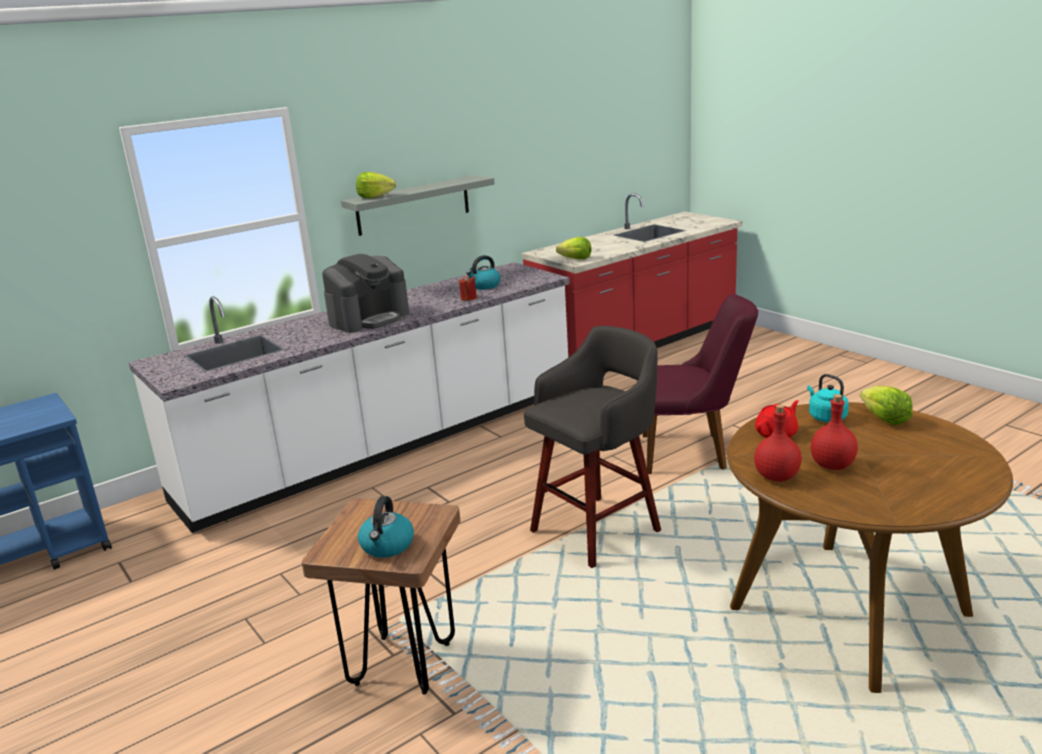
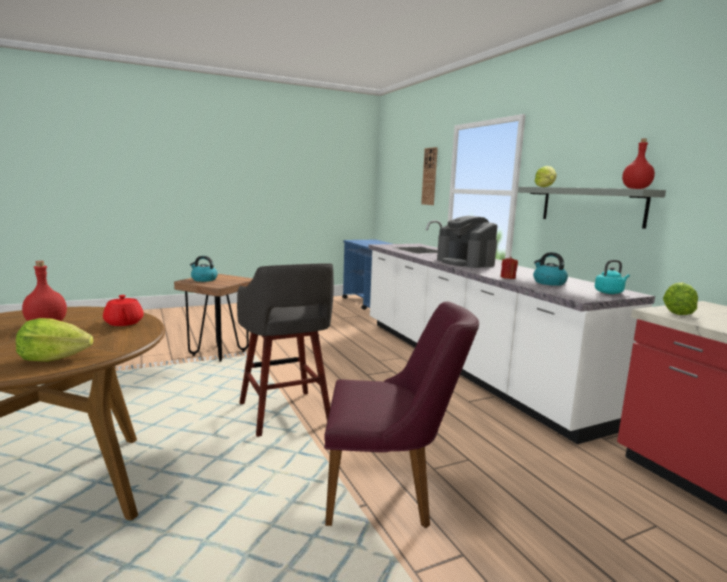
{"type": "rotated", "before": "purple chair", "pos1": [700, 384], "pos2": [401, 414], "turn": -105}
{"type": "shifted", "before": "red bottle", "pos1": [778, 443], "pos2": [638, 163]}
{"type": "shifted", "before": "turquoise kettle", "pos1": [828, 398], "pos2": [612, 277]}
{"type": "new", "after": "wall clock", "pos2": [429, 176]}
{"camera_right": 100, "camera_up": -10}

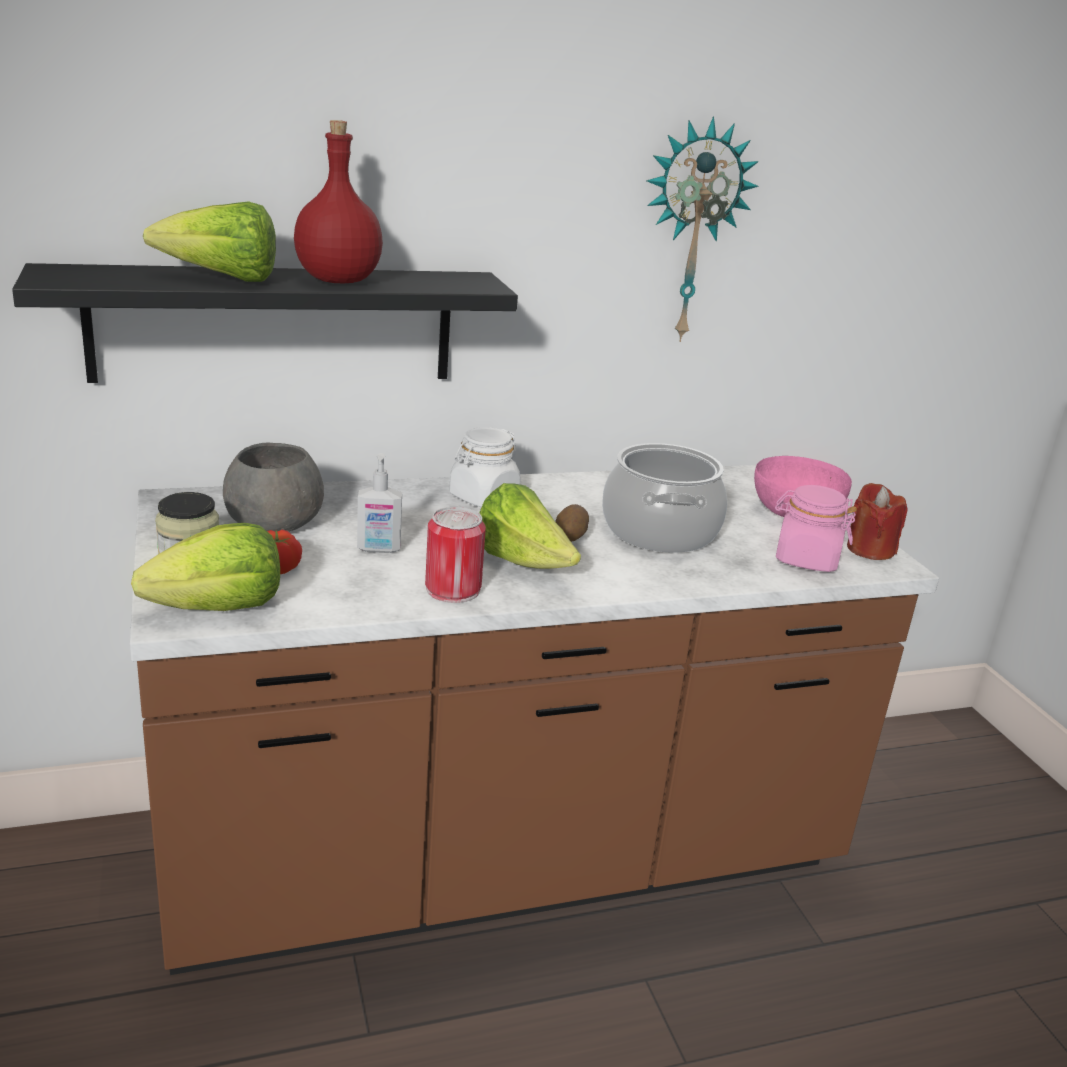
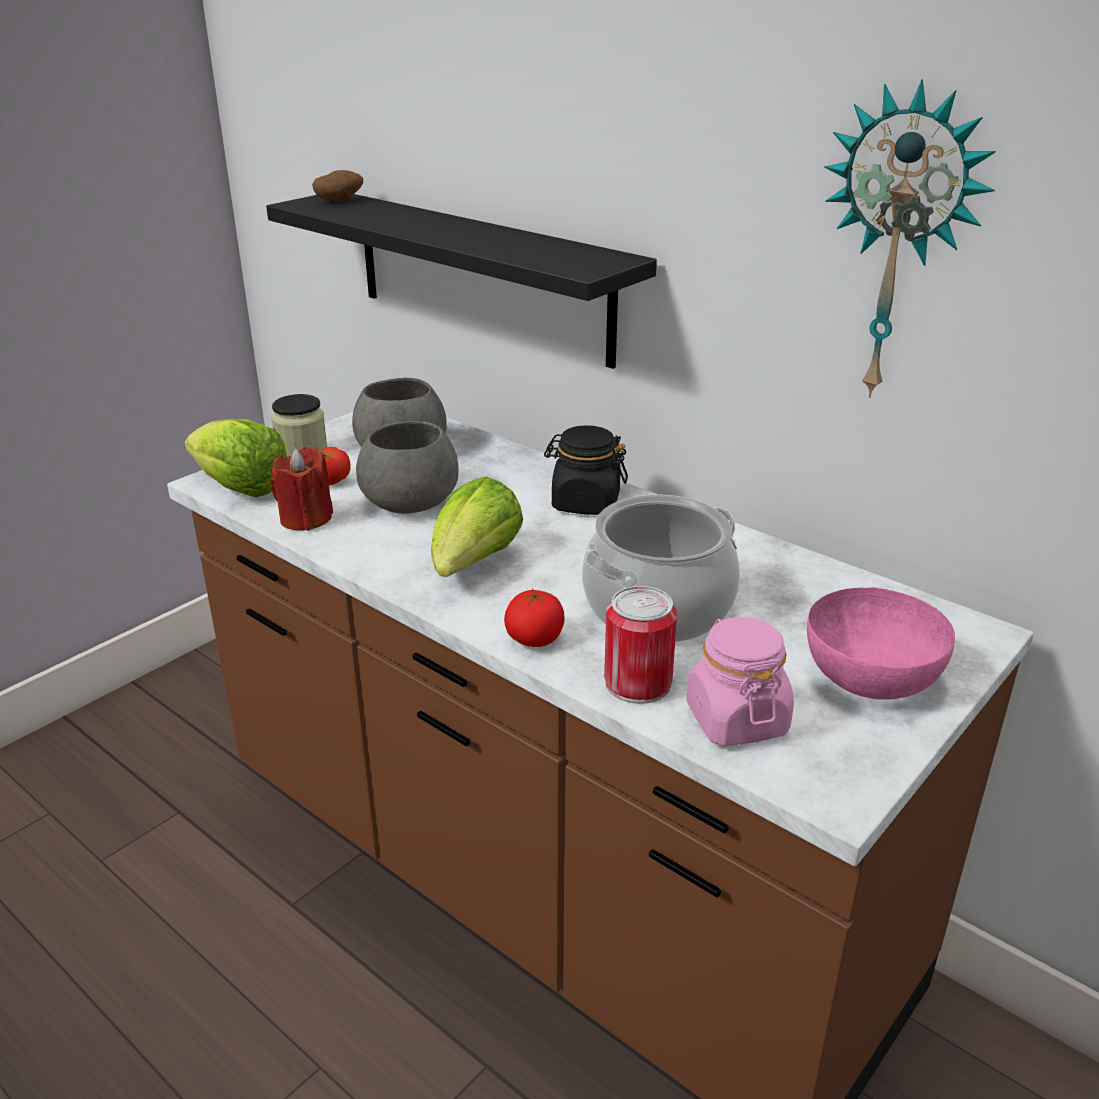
{"type": "gone", "before": "lettuce", "pos1": [209, 241]}
{"type": "gone", "before": "red bottle", "pos1": [338, 201]}
{"type": "swapped", "before": "soap dispenser", "after": "grey bowl", "pos1": [379, 503], "pos2": [407, 467]}
{"type": "shifted", "before": "can", "pos1": [455, 555], "pos2": [640, 645]}
{"type": "repainted", "before": "white jar", "after": "black jar", "pos1": [485, 467], "pos2": [586, 470]}
{"type": "shifted", "before": "potato", "pos1": [572, 523], "pos2": [337, 185]}
{"type": "shifted", "before": "red candle", "pos1": [877, 521], "pos2": [301, 488]}
{"type": "new", "after": "tomato", "pos2": [534, 618]}
{"camera_right": 60, "camera_up": 5}

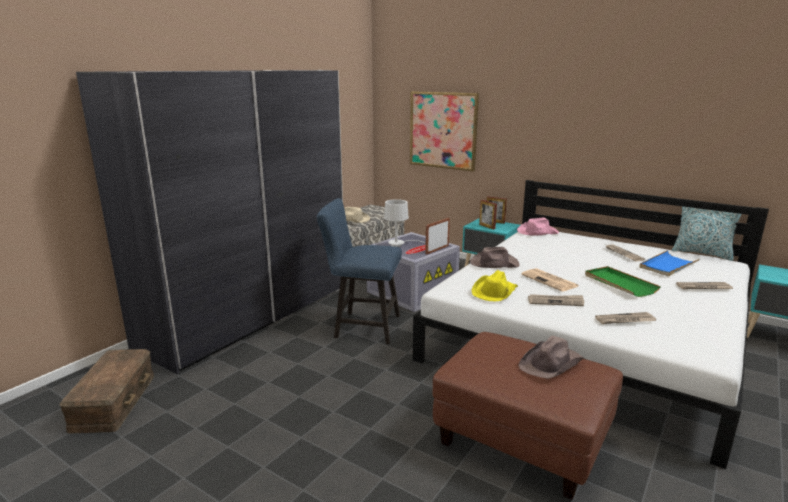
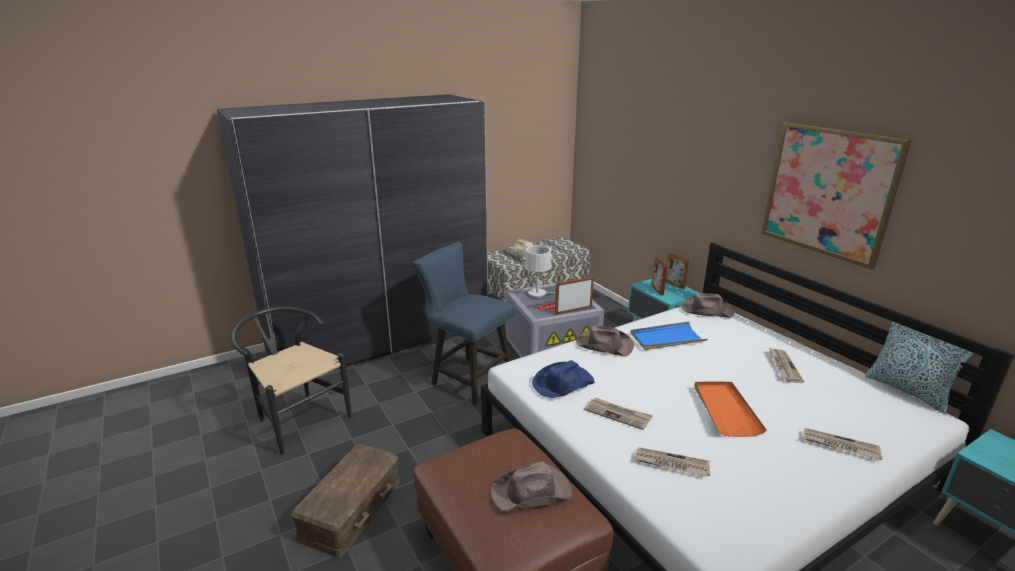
{"type": "shifted", "before": "brown storage box", "pos1": [107, 391], "pos2": [345, 500]}
{"type": "shifted", "before": "picture", "pos1": [444, 131], "pos2": [836, 195]}
{"type": "repainted", "before": "yellow hat", "after": "blue hat", "pos1": [495, 285], "pos2": [563, 379]}
{"type": "repainted", "before": "pink hat", "after": "brown hat", "pos1": [538, 226], "pos2": [707, 305]}
{"type": "gone", "before": "newspaper", "pos1": [549, 280]}
{"type": "repainted", "before": "green tray", "after": "orange tray", "pos1": [623, 281], "pos2": [730, 409]}
{"type": "shifted", "before": "blue tray", "pos1": [669, 263], "pos2": [669, 335]}
{"type": "new", "after": "black chair", "pos2": [292, 381]}
{"camera_right": 25, "camera_up": 5}

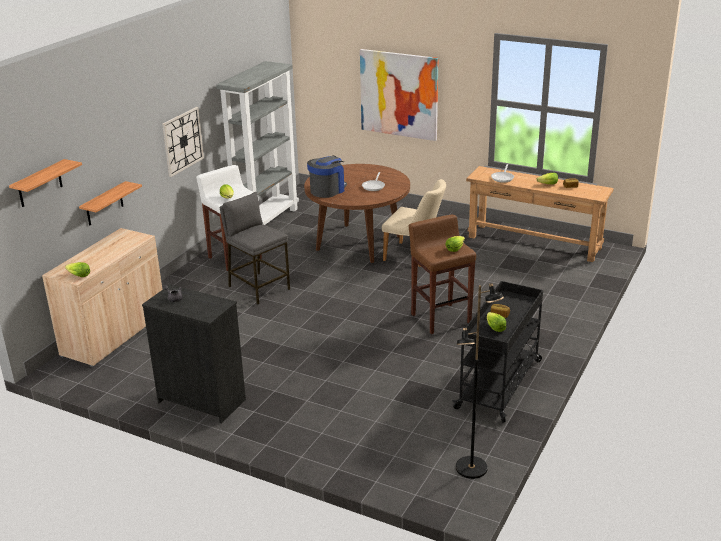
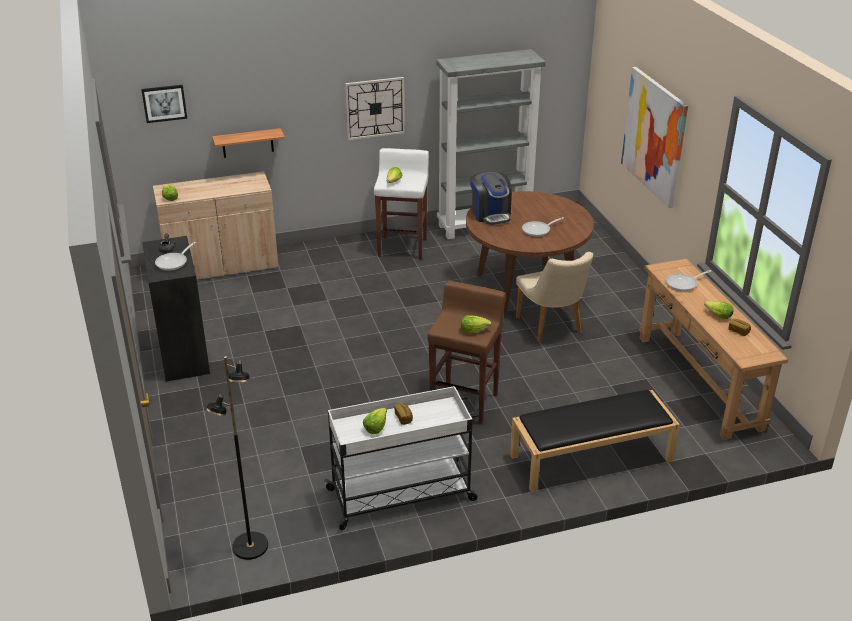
{"type": "swapped", "before": "shelf", "after": "picture", "pos1": [45, 183], "pos2": [164, 104]}
{"type": "gone", "before": "grey stool", "pos1": [255, 248]}
{"type": "rotated", "before": "coffee machine", "pos1": [327, 176], "pos2": [491, 198], "turn": 75}
{"type": "repainted", "before": "black cart", "after": "white cart", "pos1": [497, 352], "pos2": [401, 458]}
{"type": "new", "after": "frying pan", "pos2": [175, 256]}
{"type": "new", "after": "black bench", "pos2": [595, 441]}
{"camera_right": 45, "camera_up": 5}

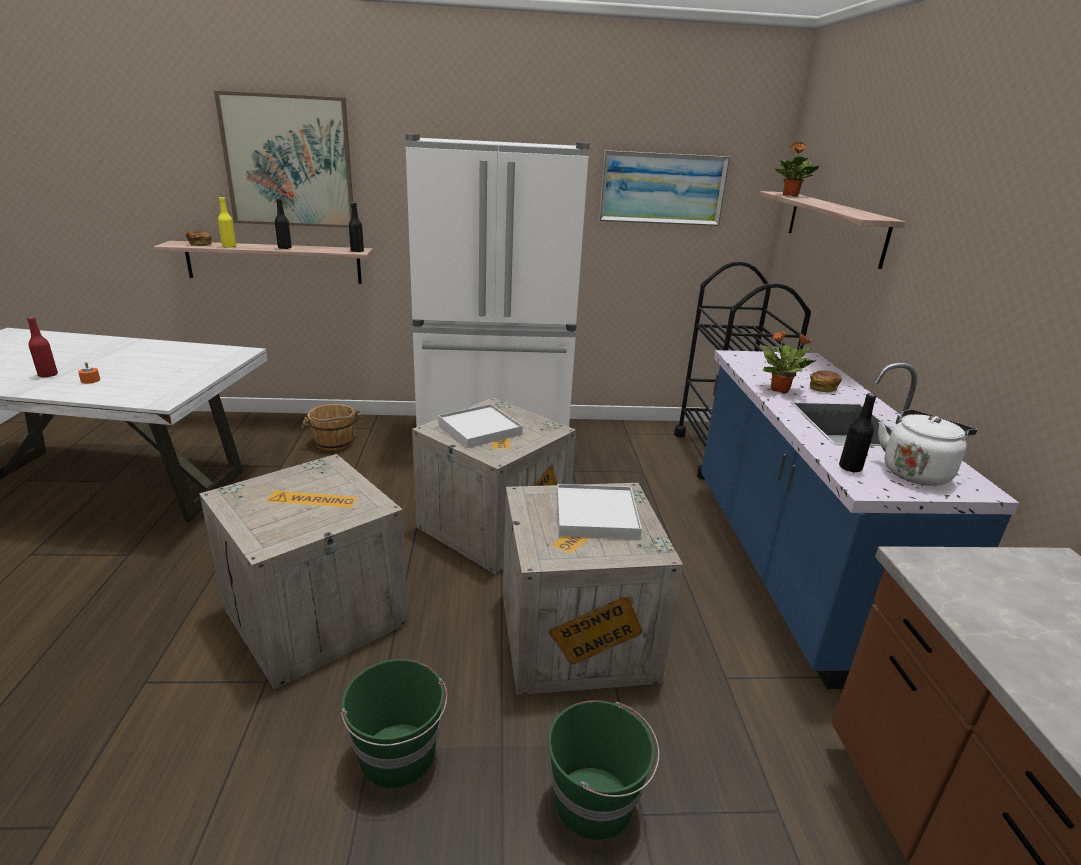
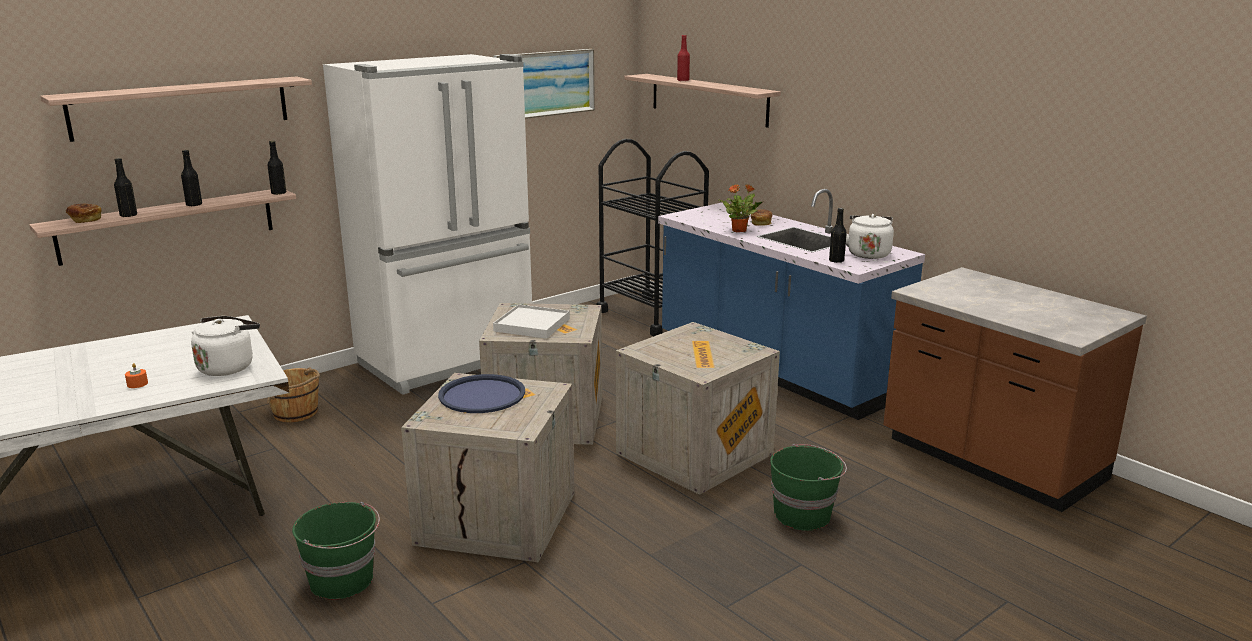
{"type": "shifted", "before": "red bottle", "pos1": [42, 347], "pos2": [683, 58]}
{"type": "swapped", "before": "picture", "after": "shelf", "pos1": [283, 159], "pos2": [176, 109]}
{"type": "repainted", "before": "yellow bottle", "after": "black bottle", "pos1": [227, 222], "pos2": [125, 187]}
{"type": "shifted", "before": "green bucket", "pos1": [394, 724], "pos2": [336, 550]}
{"type": "gone", "before": "white tray", "pos1": [599, 511]}
{"type": "gone", "before": "potted plant", "pos1": [797, 169]}
{"type": "new", "after": "white kettle", "pos2": [225, 346]}
{"type": "new", "after": "blue tray", "pos2": [481, 393]}
{"camera_right": -35, "camera_up": -5}

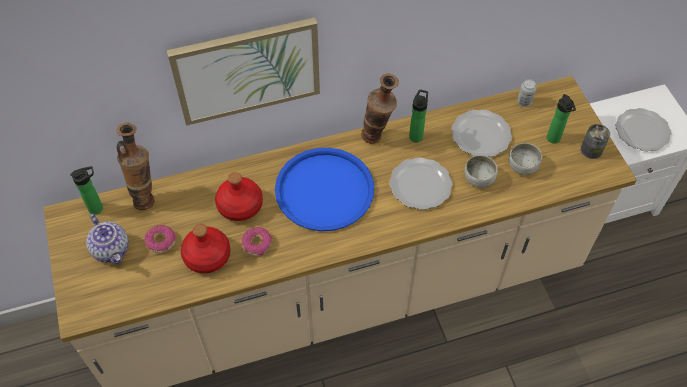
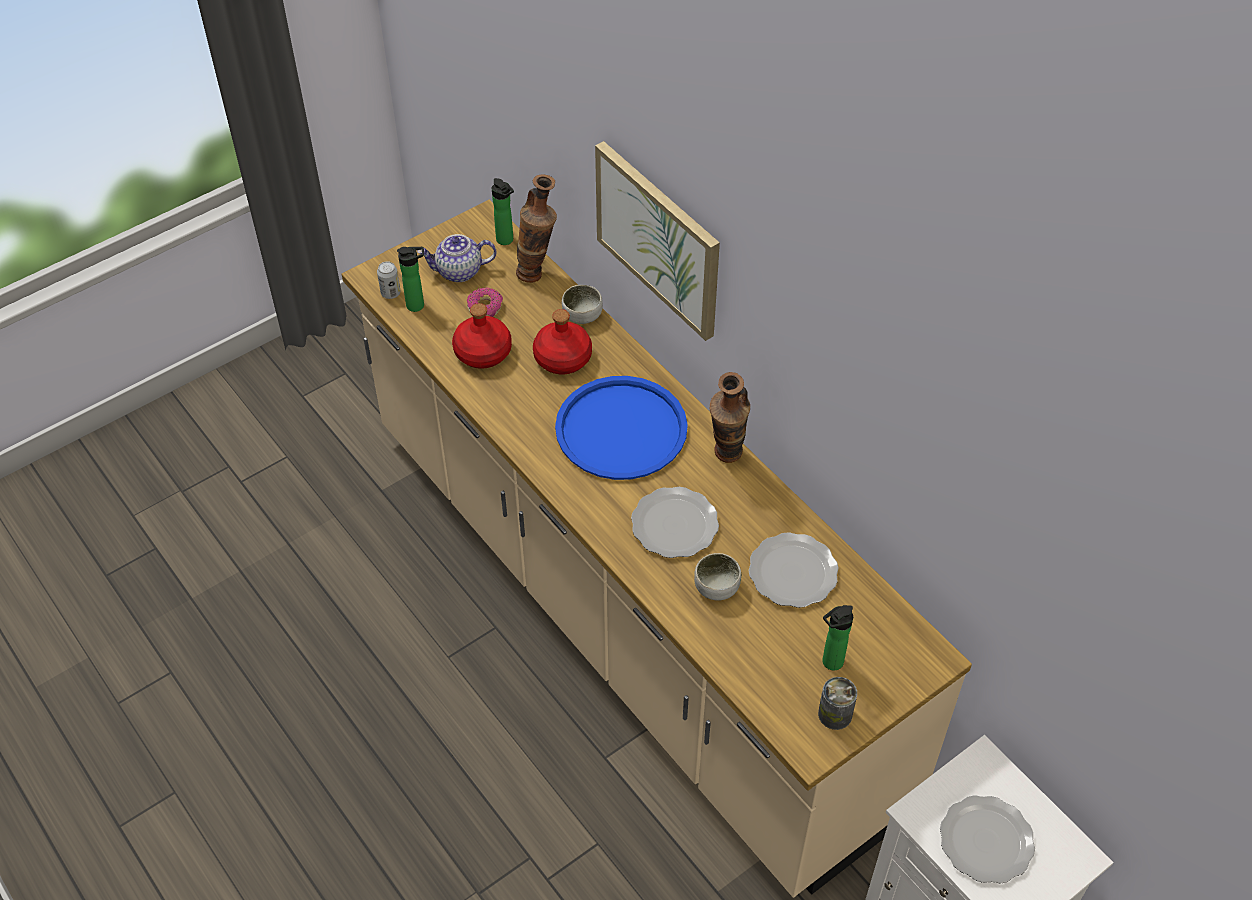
{"type": "rotated", "before": "teapot", "pos1": [107, 239], "pos2": [457, 258], "turn": 45}
{"type": "gone", "before": "donut", "pos1": [257, 241]}
{"type": "shifted", "before": "bottle", "pos1": [418, 116], "pos2": [410, 279]}
{"type": "shifted", "before": "bowl", "pos1": [525, 159], "pos2": [582, 304]}
{"type": "shifted", "before": "can", "pos1": [527, 93], "pos2": [388, 280]}
{"camera_right": 70, "camera_up": -5}

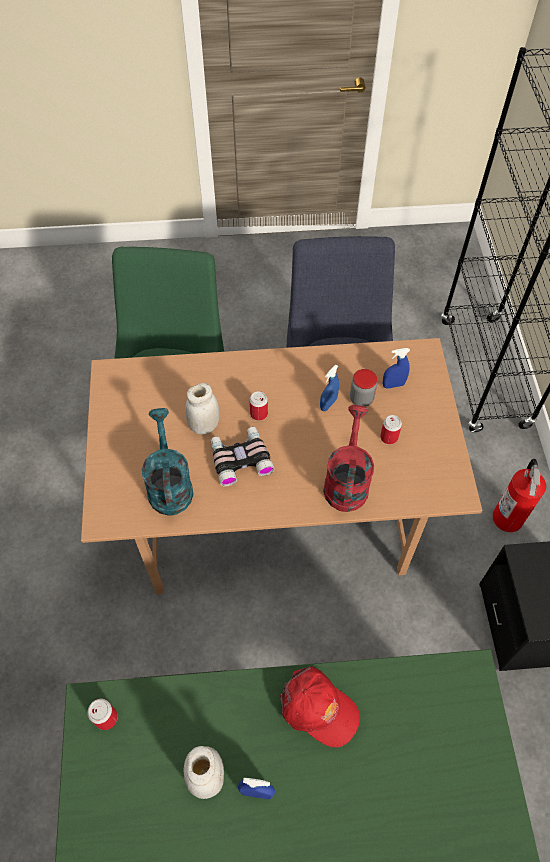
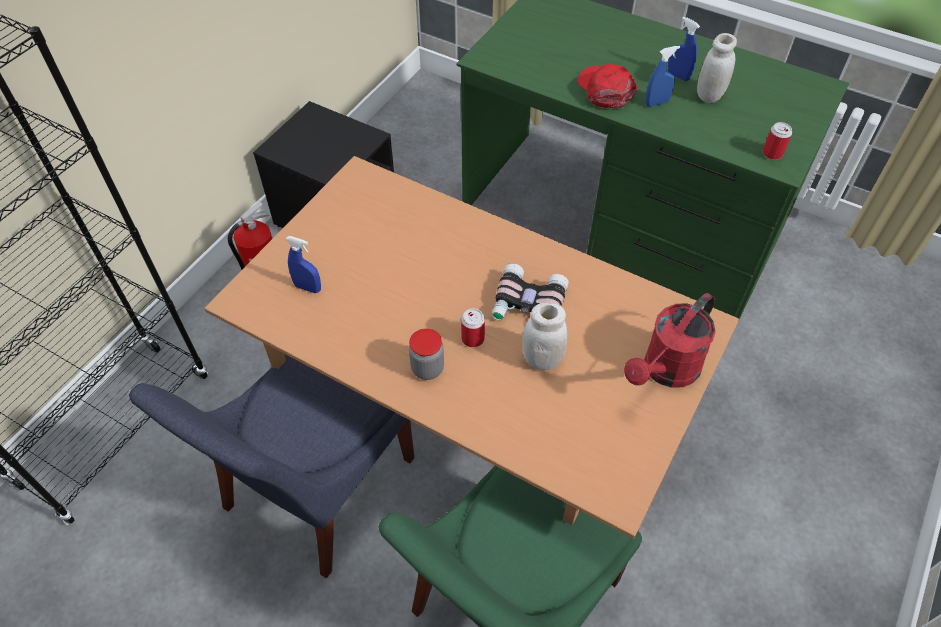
{"type": "gone", "before": "turquoise watering can", "pos1": [167, 462]}
{"type": "shifted", "before": "blue spray bottle", "pos1": [329, 388], "pos2": [662, 76]}
{"type": "shifted", "before": "red watering can", "pos1": [348, 458], "pos2": [670, 340]}
{"type": "shifted", "before": "jar", "pos1": [363, 388], "pos2": [426, 354]}
{"type": "gone", "before": "can", "pos1": [391, 429]}
{"camera_right": -145, "camera_up": -5}

